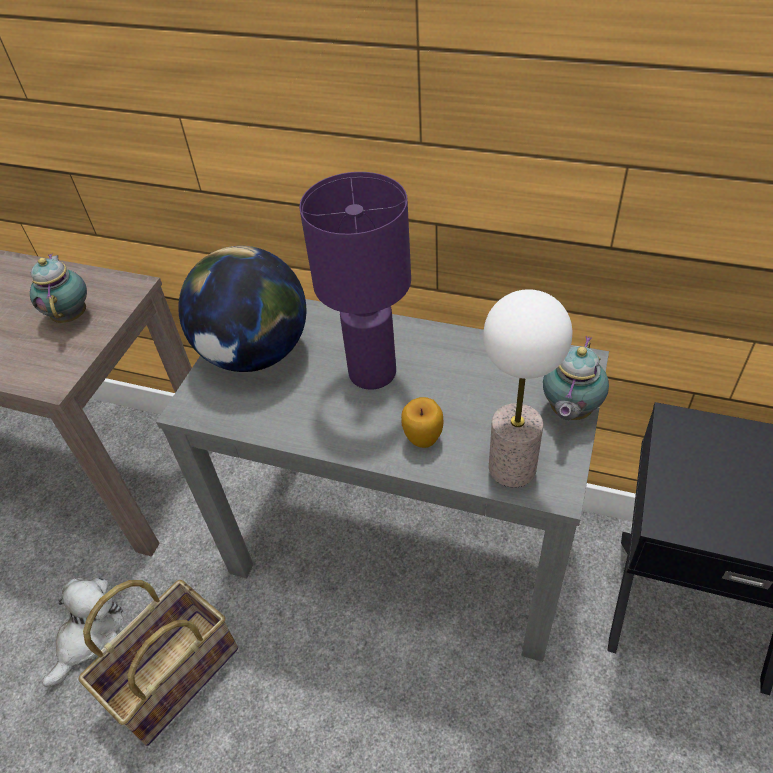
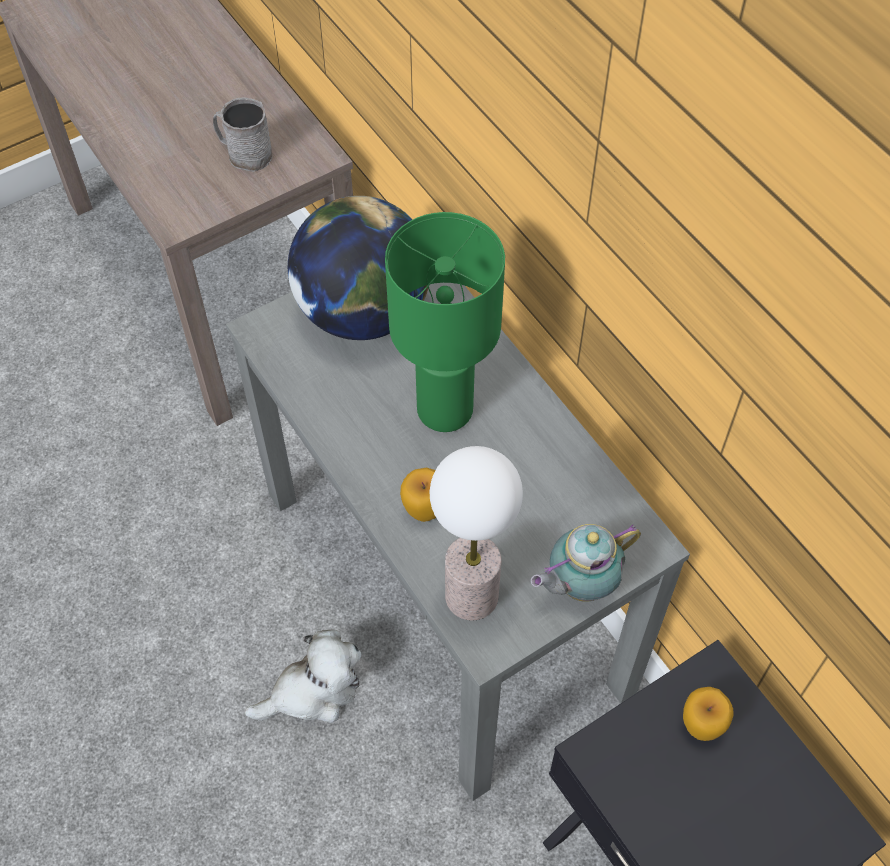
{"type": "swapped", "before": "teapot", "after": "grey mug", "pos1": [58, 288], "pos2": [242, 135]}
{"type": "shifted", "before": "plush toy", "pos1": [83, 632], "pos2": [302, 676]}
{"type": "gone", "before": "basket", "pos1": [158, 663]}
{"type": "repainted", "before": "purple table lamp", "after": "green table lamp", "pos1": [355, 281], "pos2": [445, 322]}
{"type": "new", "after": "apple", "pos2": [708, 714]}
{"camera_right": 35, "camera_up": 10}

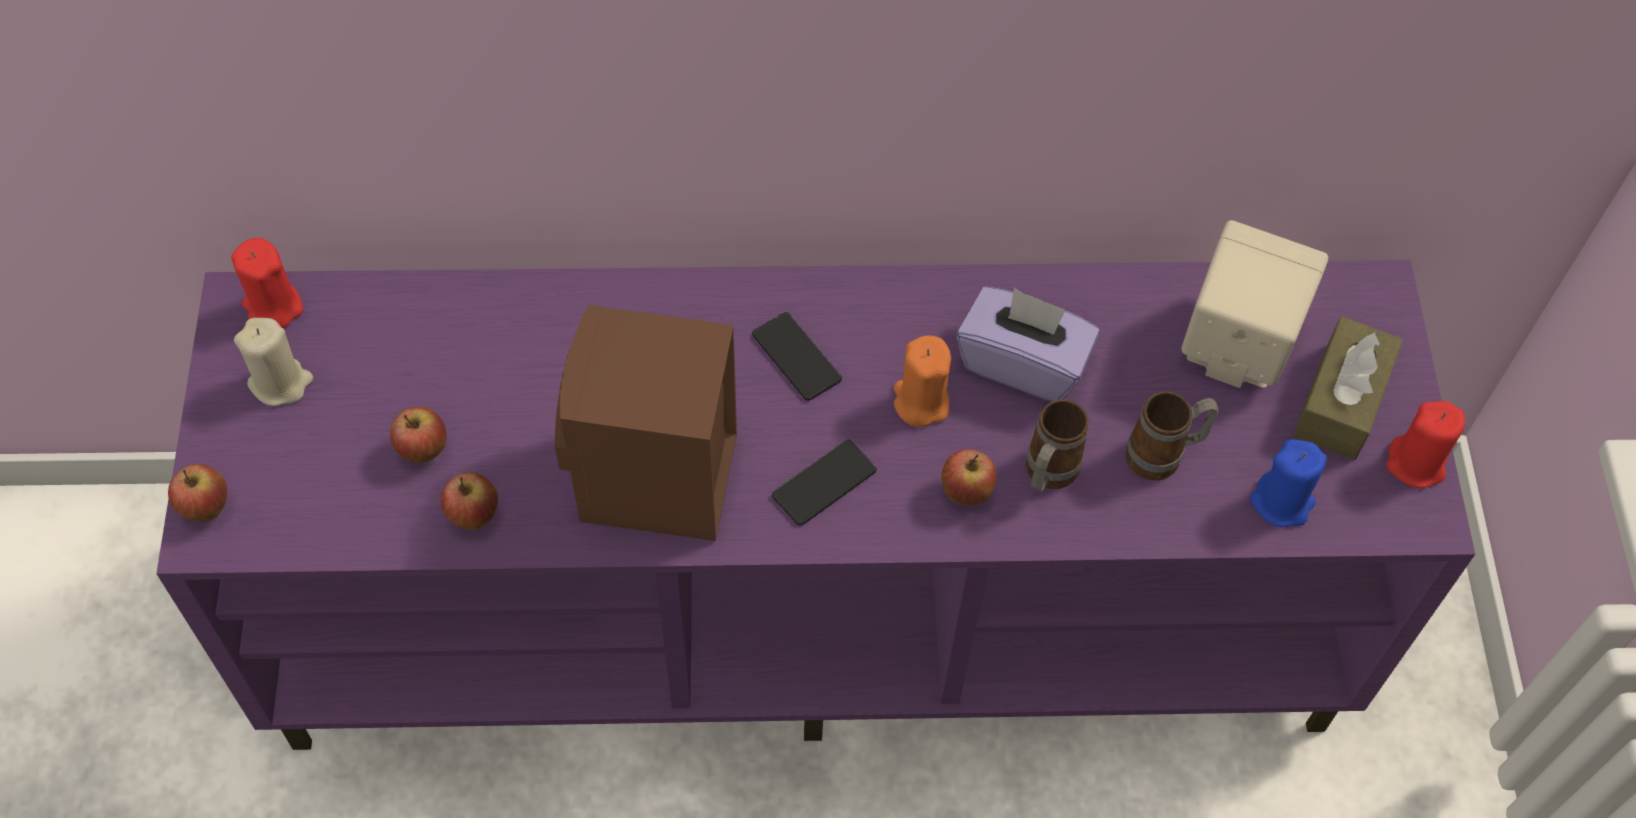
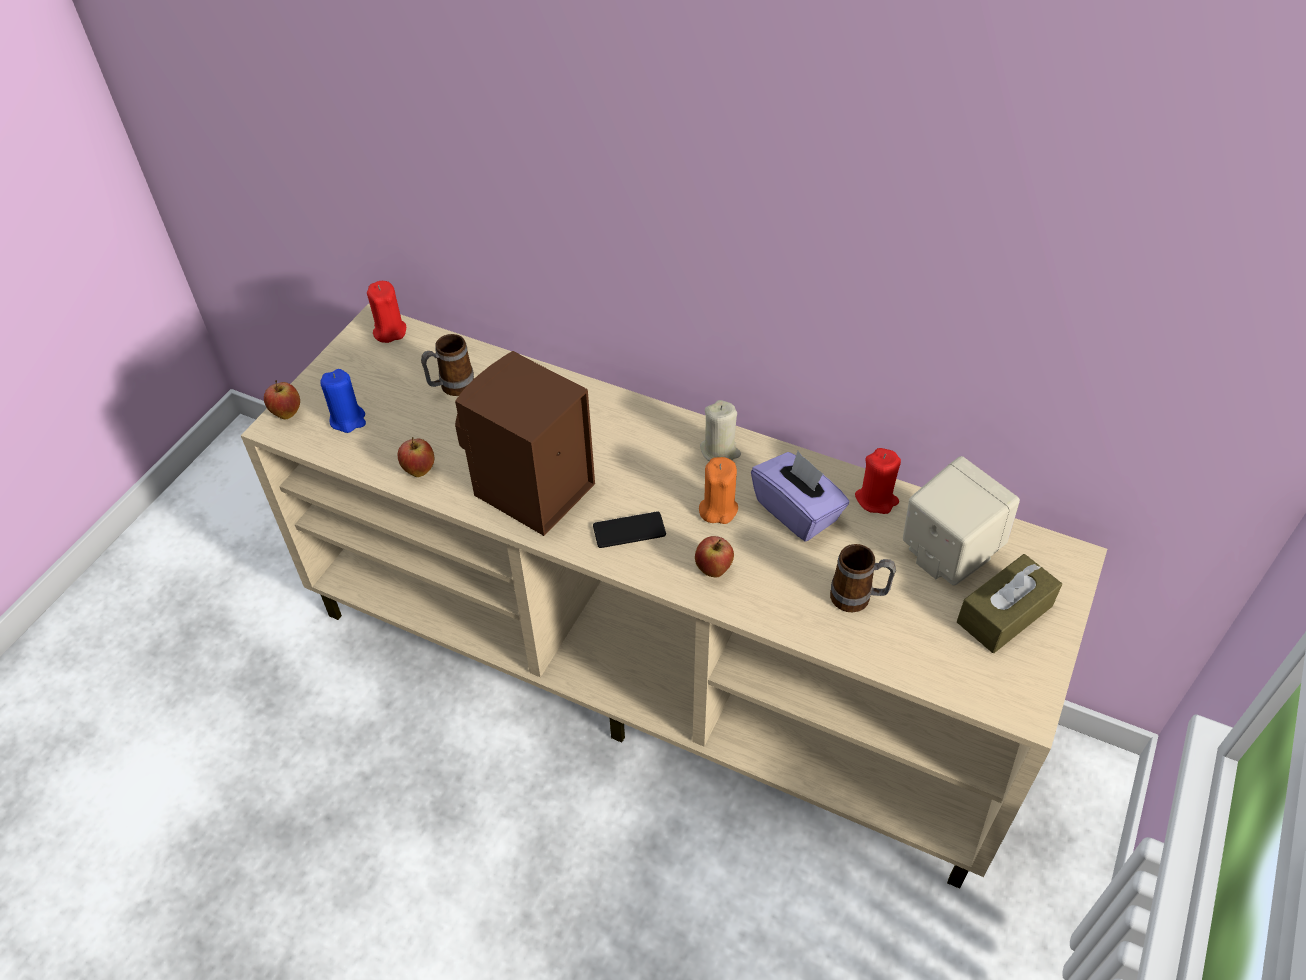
{"type": "repainted", "before": "purple tv stand", "after": "beige tv stand", "pos1": [815, 505], "pos2": [674, 596]}
{"type": "shifted", "before": "beige candle", "pos1": [273, 362], "pos2": [720, 431]}
{"type": "gone", "before": "apple", "pos1": [418, 435]}
{"type": "gone", "before": "phone", "pos1": [797, 356]}
{"type": "shifted", "before": "mug", "pos1": [1057, 445], "pos2": [447, 365]}
{"type": "shifted", "before": "blue candle", "pos1": [1288, 483], "pos2": [343, 401]}
{"type": "shifted", "before": "red candle", "pos1": [1425, 444], "pos2": [878, 481]}
{"camera_right": 30, "camera_up": -10}

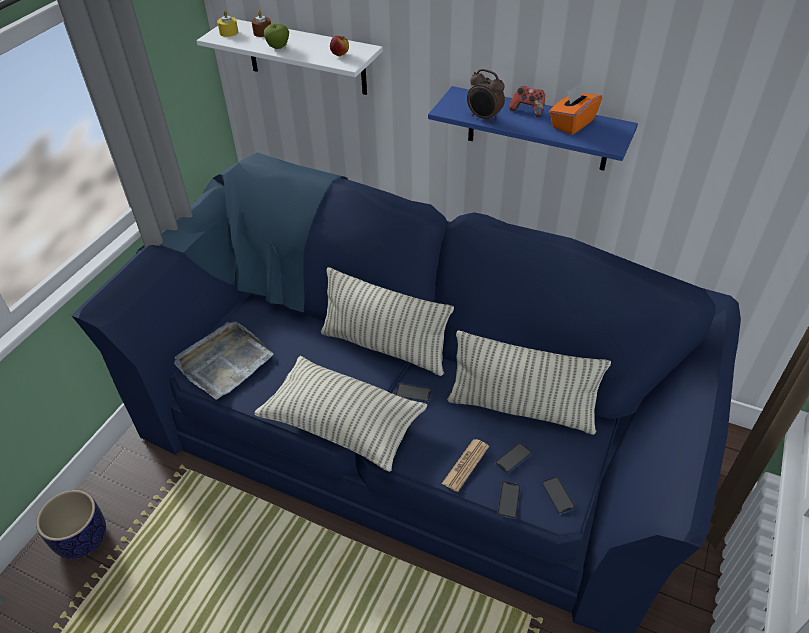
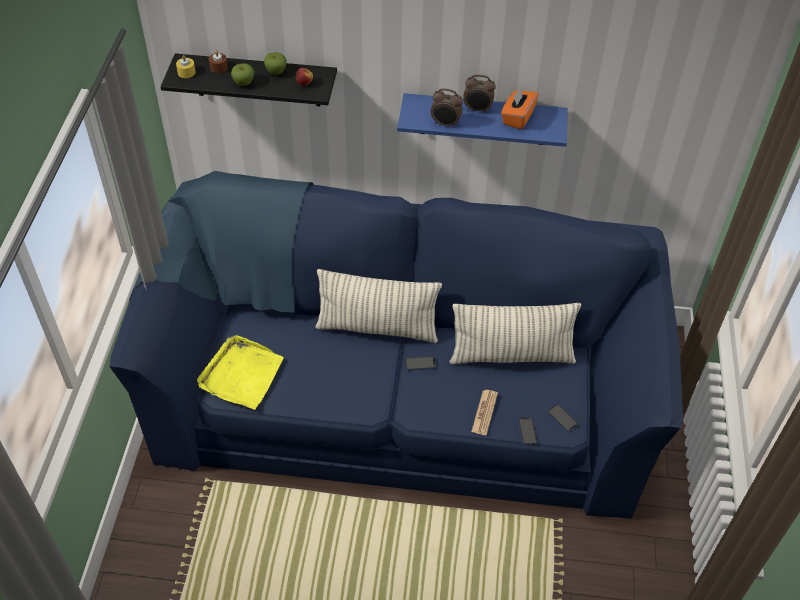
{"type": "gone", "before": "planter", "pos1": [71, 524]}
{"type": "repainted", "before": "grey tray", "after": "yellow tray", "pos1": [224, 360], "pos2": [240, 372]}
{"type": "repainted", "before": "white shelf", "after": "black shelf", "pos1": [289, 57], "pos2": [249, 79]}
{"type": "gone", "before": "pillow", "pos1": [340, 414]}
{"type": "gone", "before": "phone", "pos1": [513, 458]}
{"type": "swapped", "before": "game controller", "after": "alarm clock", "pos1": [527, 101], "pos2": [479, 93]}
{"type": "new", "after": "apple", "pos2": [275, 63]}
{"camera_right": -20, "camera_up": 5}

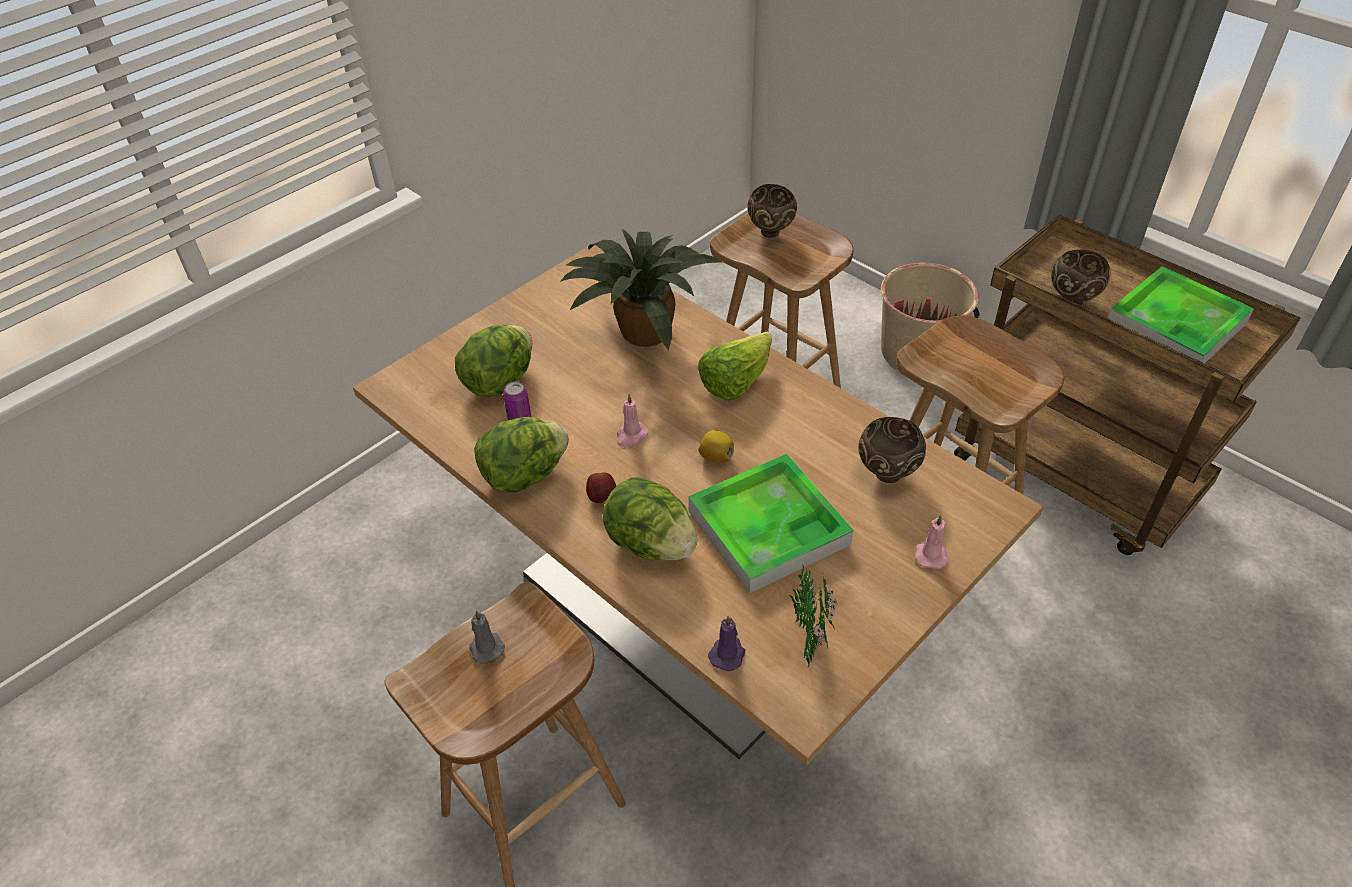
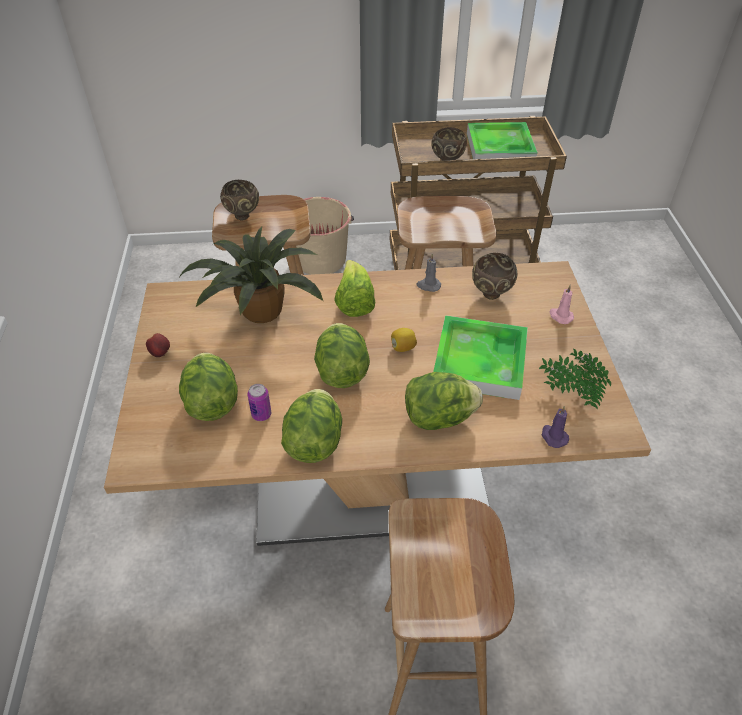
{"type": "shifted", "before": "grey candle", "pos1": [487, 637], "pos2": [429, 273]}
{"type": "shifted", "before": "apple", "pos1": [601, 487], "pos2": [158, 345]}
{"type": "swapped", "before": "pink candle", "after": "lettuce", "pos1": [632, 420], "pos2": [342, 355]}
{"camera_right": -50, "camera_up": 0}

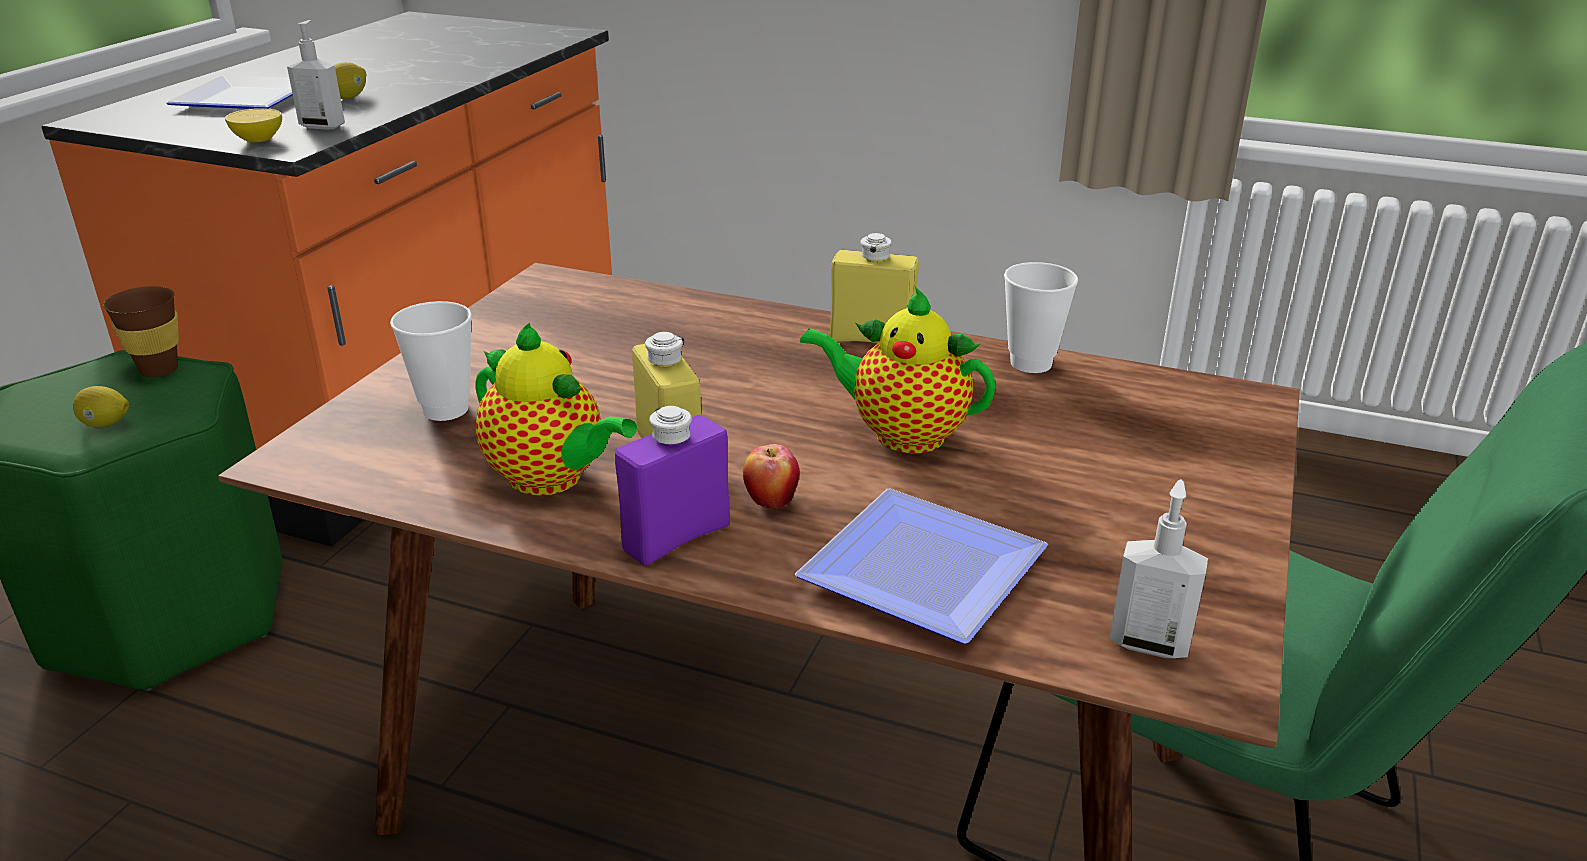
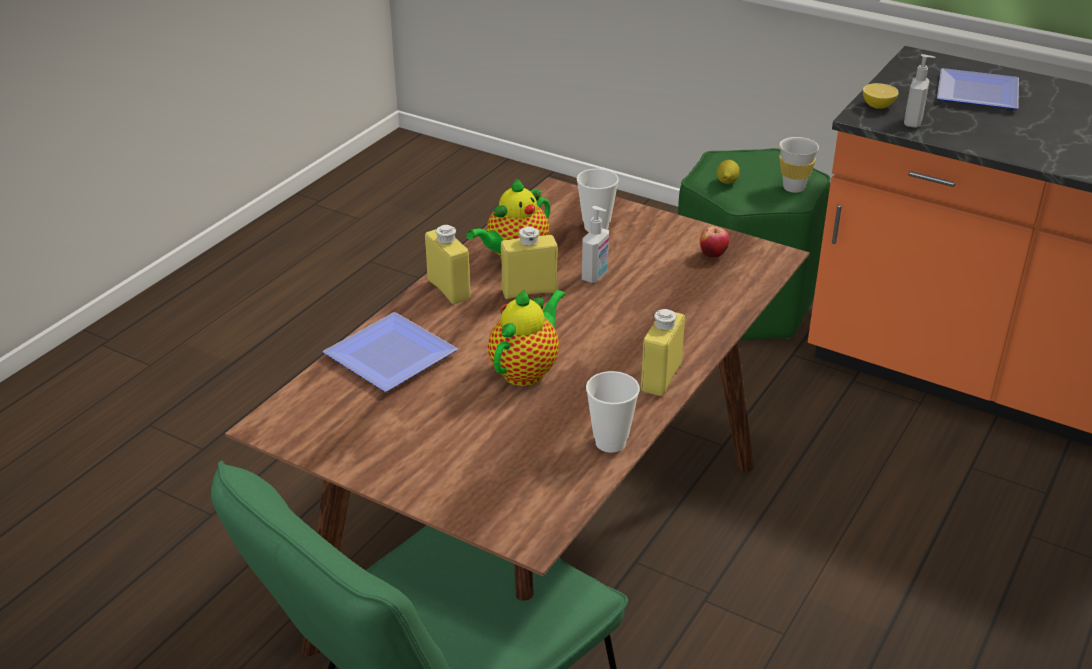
{"type": "repainted", "before": "brown cup", "after": "white cup", "pos1": [141, 331], "pos2": [799, 165]}
{"type": "gone", "before": "lemon", "pos1": [351, 80]}
{"type": "repainted", "before": "purple bottle", "after": "yellow bottle", "pos1": [672, 486], "pos2": [448, 264]}
{"type": "shifted", "before": "apple", "pos1": [771, 476], "pos2": [714, 242]}
{"type": "shifted", "before": "soap dispenser", "pos1": [1158, 569], "pos2": [595, 244]}
{"camera_right": 100, "camera_up": 5}

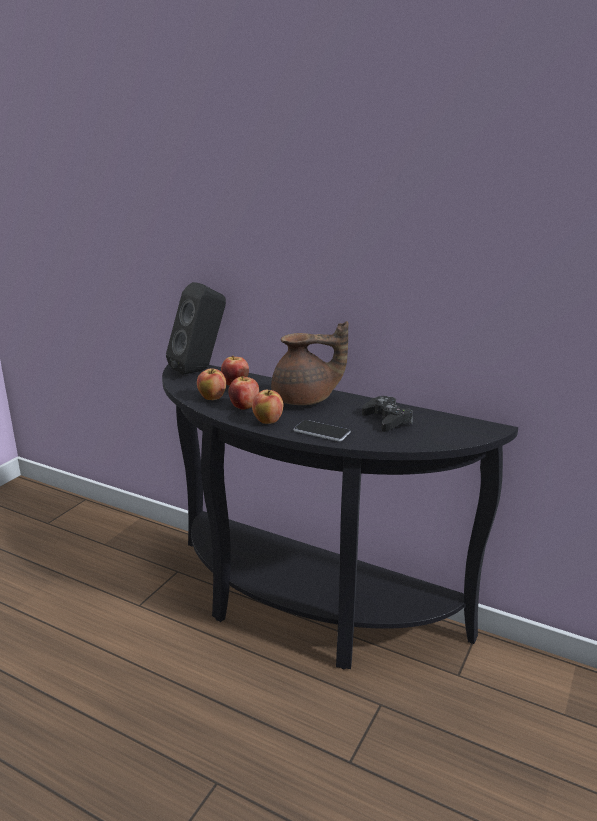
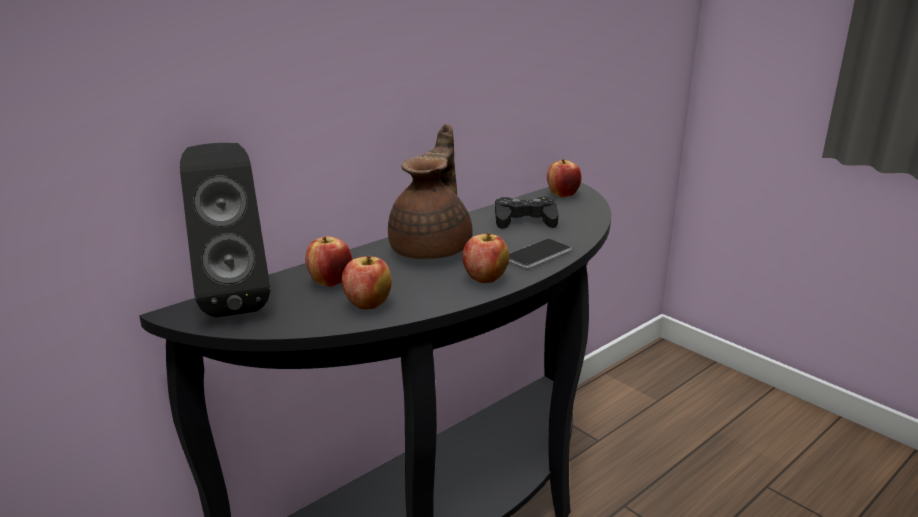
{"type": "shifted", "before": "apple", "pos1": [243, 393], "pos2": [564, 178]}
{"camera_right": -70, "camera_up": 0}

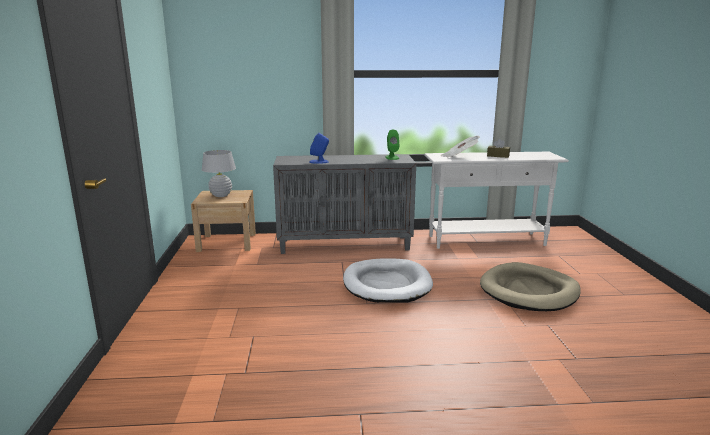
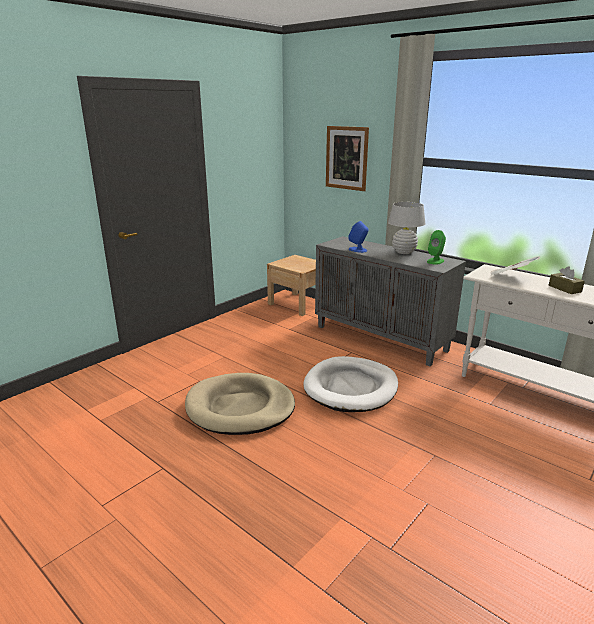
{"type": "shifted", "before": "white table lamp", "pos1": [219, 173], "pos2": [406, 228]}
{"type": "shifted", "before": "beige dog bed", "pos1": [530, 286], "pos2": [240, 404]}
{"type": "new", "after": "picture", "pos2": [347, 158]}
{"camera_right": 45, "camera_up": 5}

